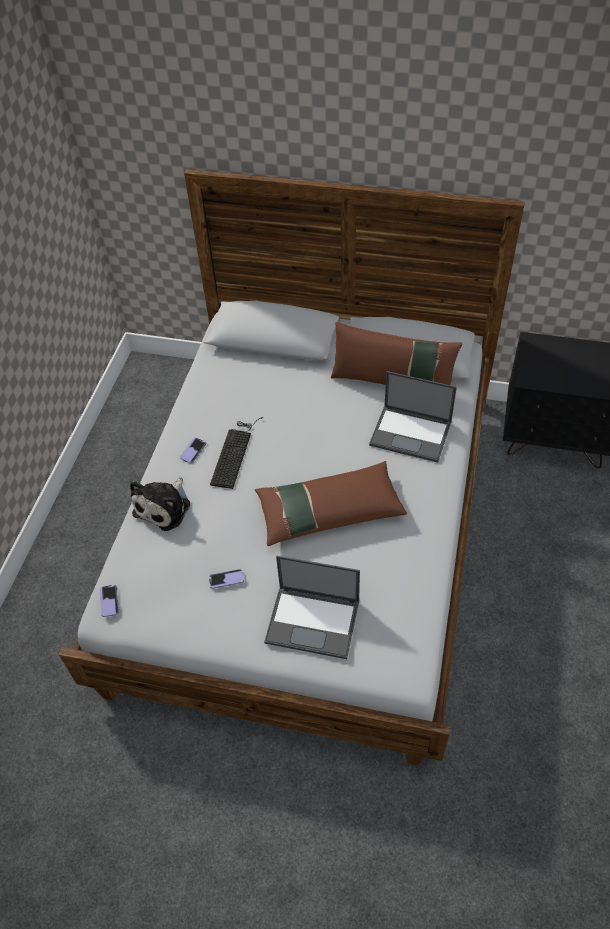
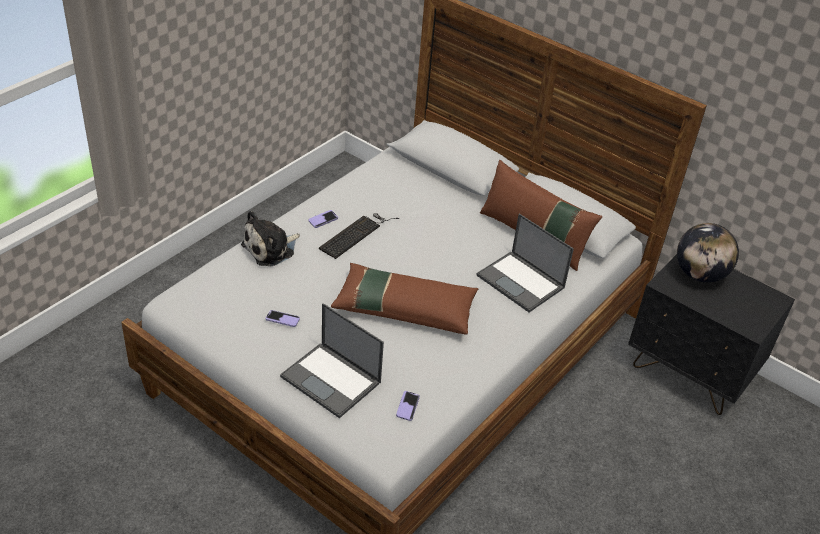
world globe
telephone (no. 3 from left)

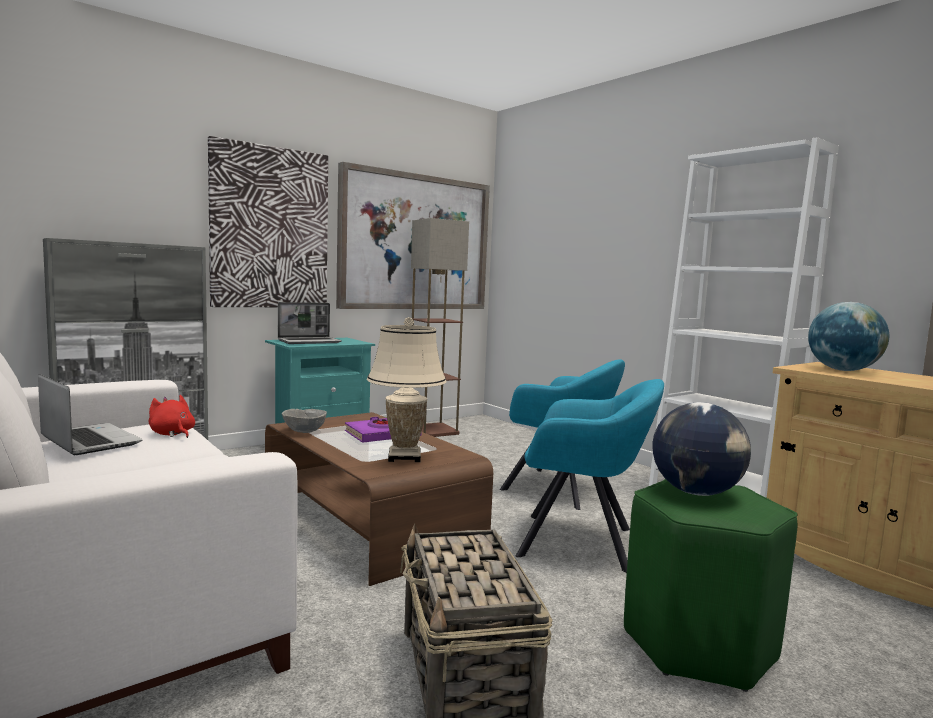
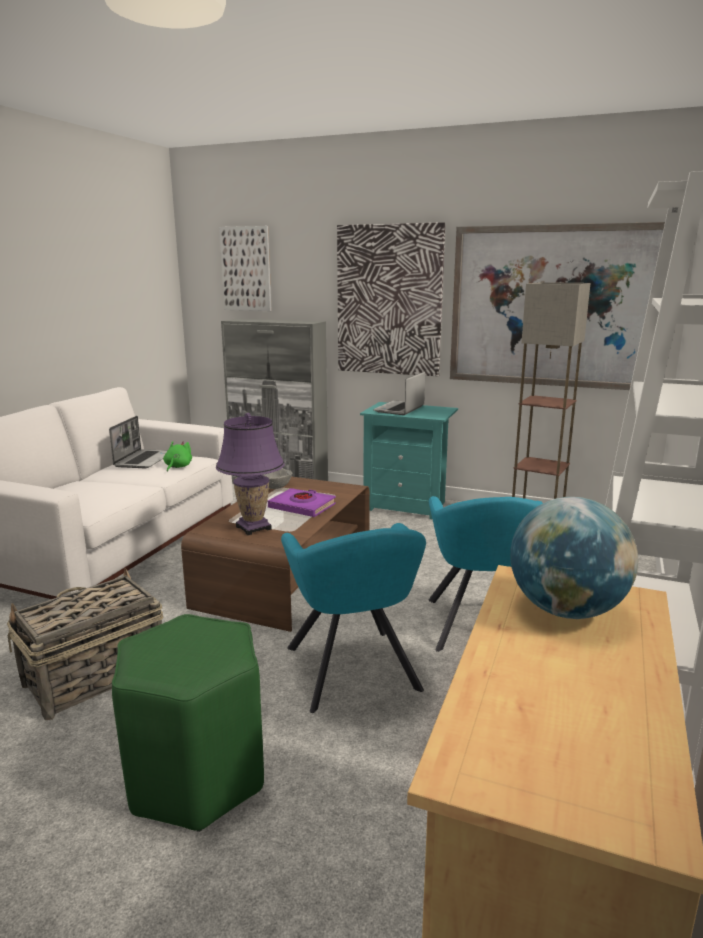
world globe (no. 1 from left in the first image)
wall art (no. 1 from left)
greenish plush toy
purplish tabletop lamp
portable computer (no. 2 from left)

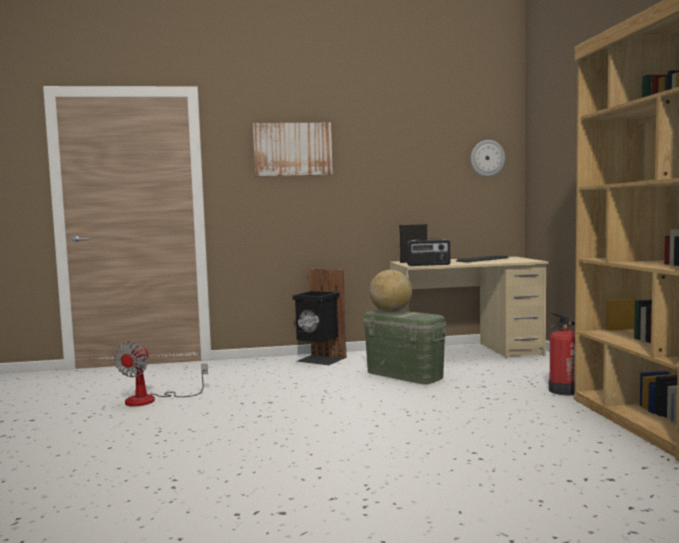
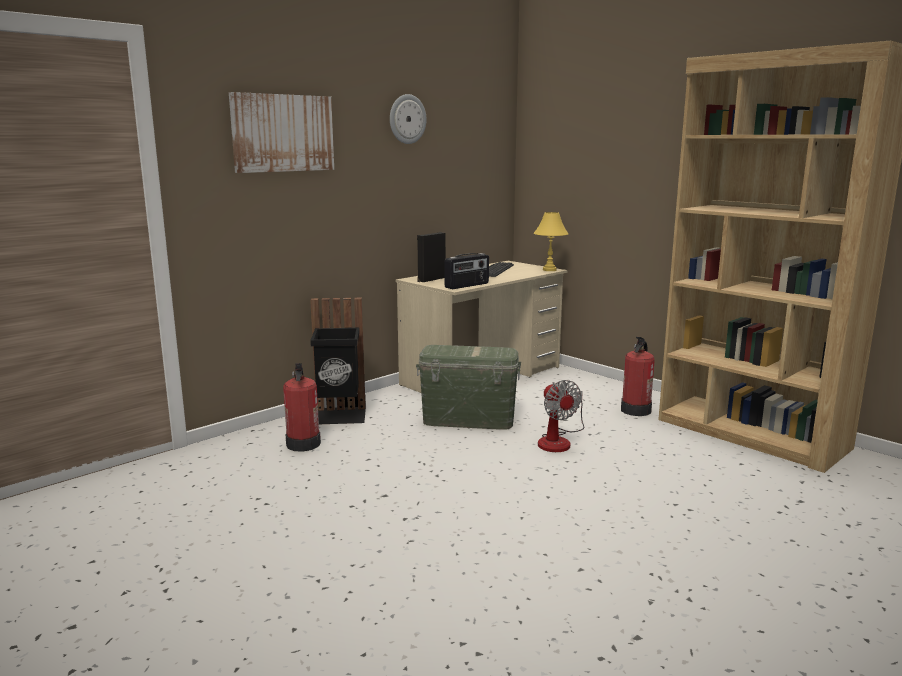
world globe
fire-fighting cylinder (no. 1 from left)
yellow tabletop lamp
fan
wall clock

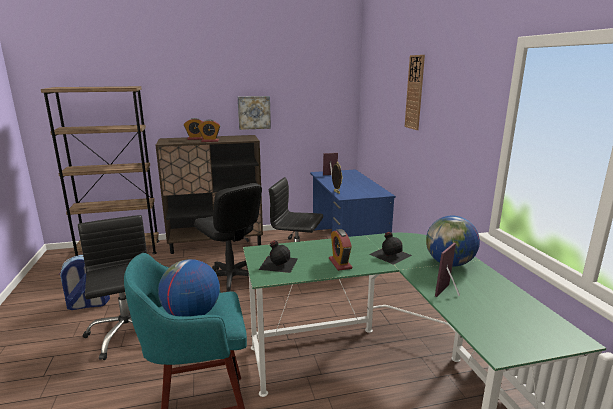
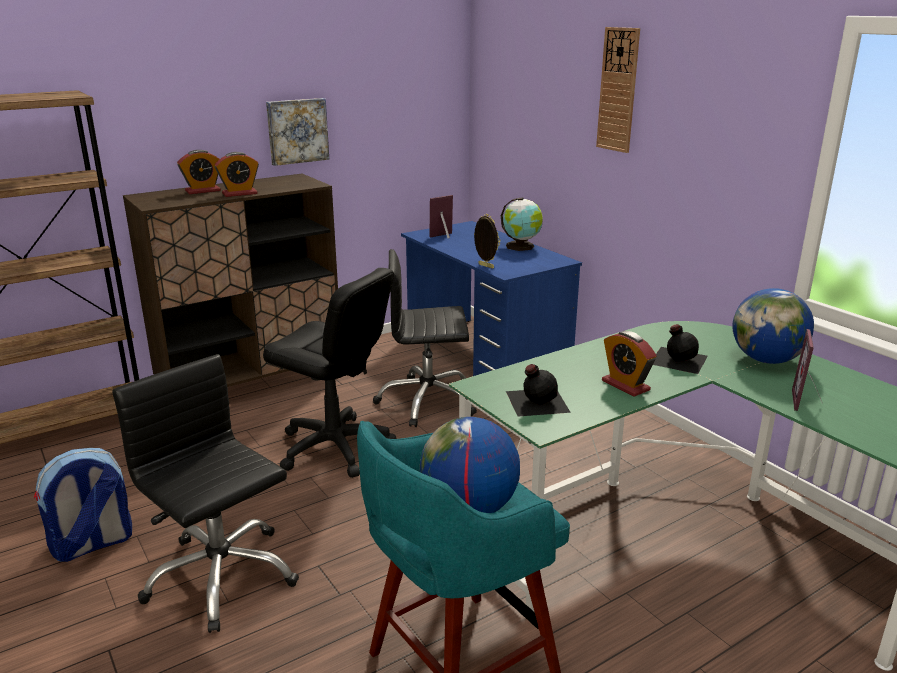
world globe (no. 2 from left)

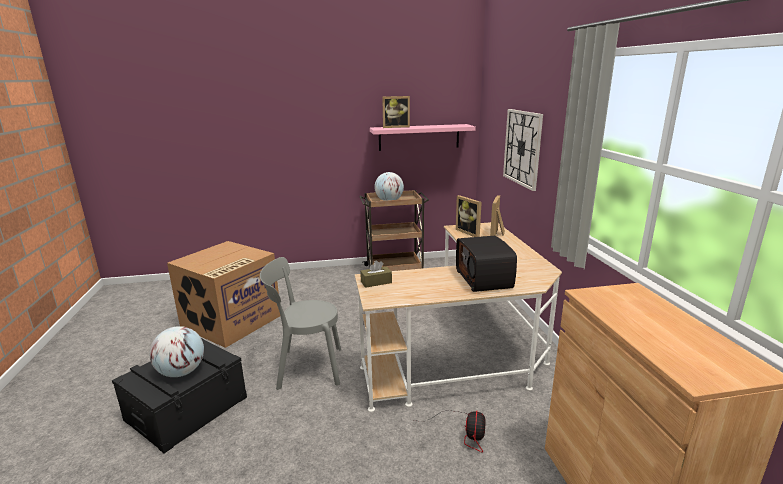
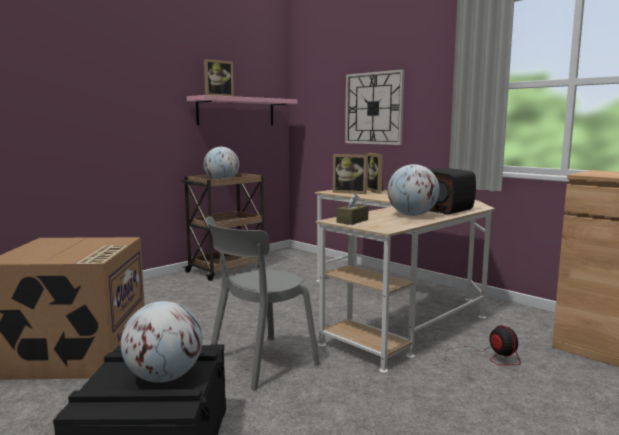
world globe (no. 3 from left)

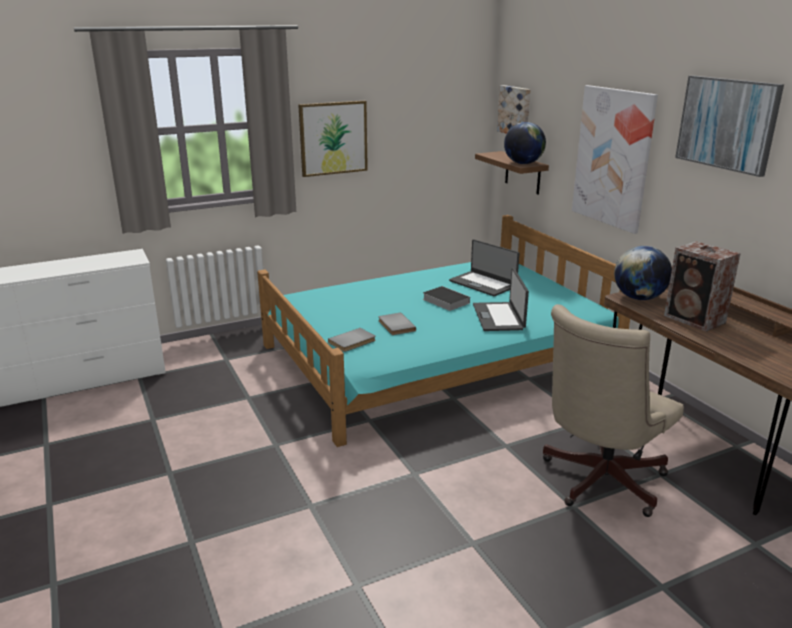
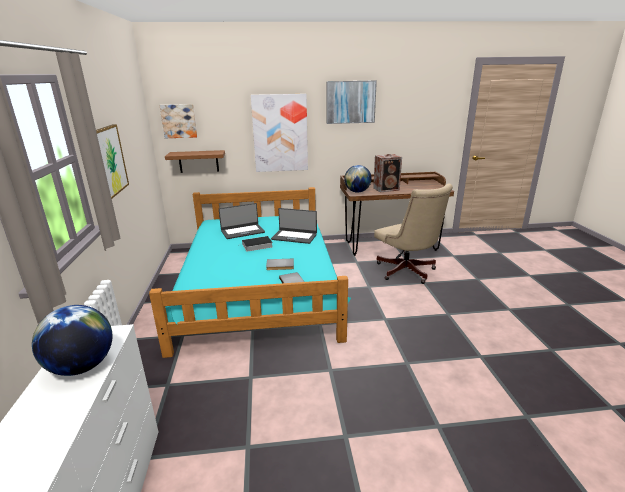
world globe (no. 1 from left)

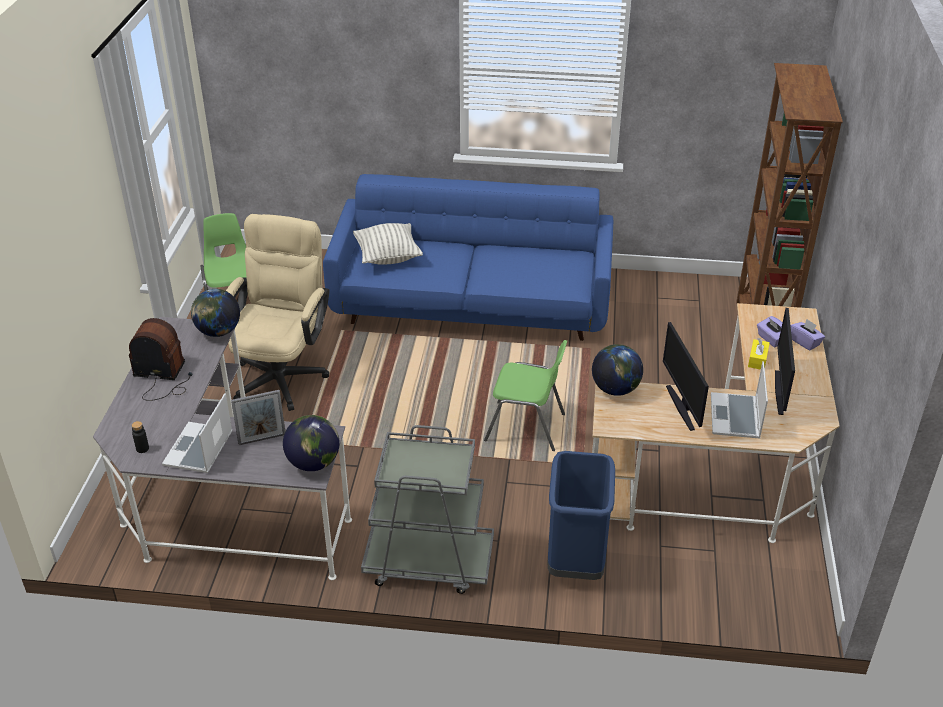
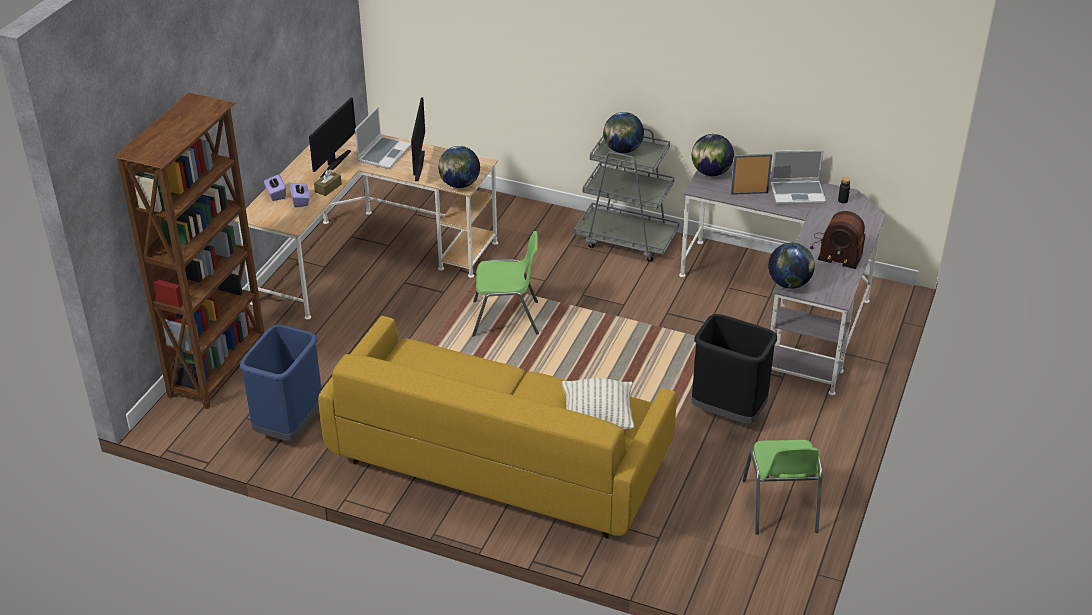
world globe (no. 2 from left)
bluish waste bin
black waste bin
yellow settee
brownish box of tissues
portable computer (no. 2 from left)
greenish upright chair (no. 1 from left)

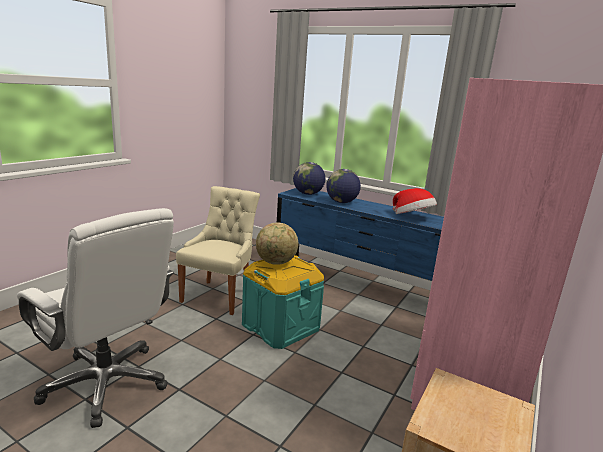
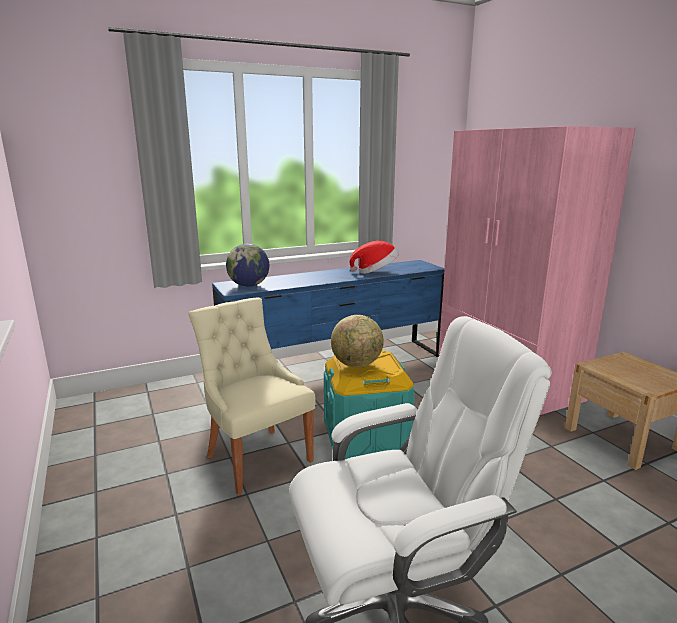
world globe (no. 3 from left in the first image)

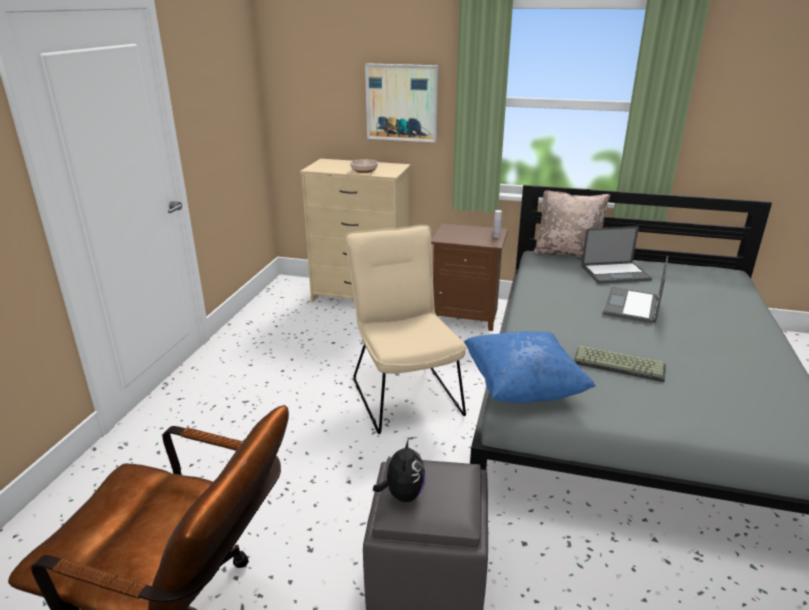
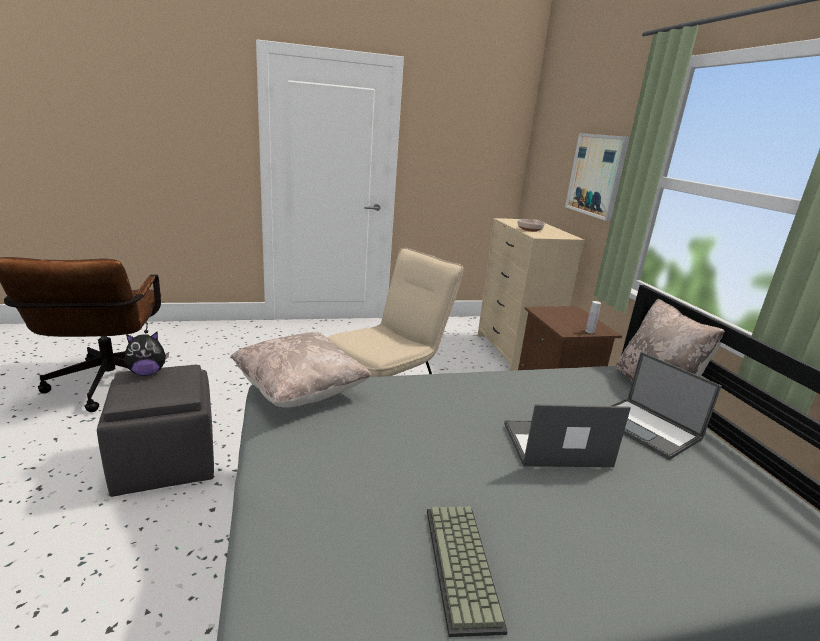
keyboard
beige-coloured pillow (no. 1 from left)

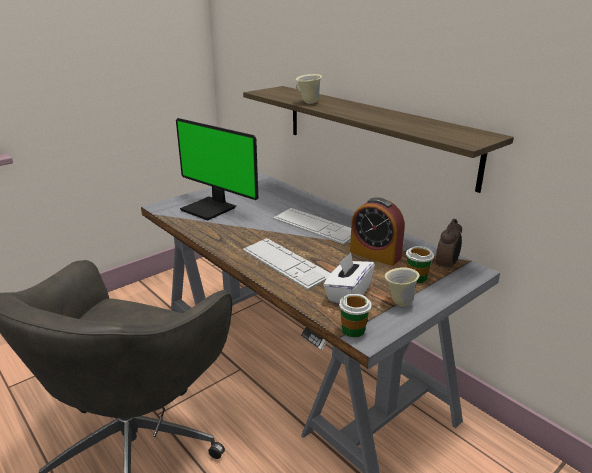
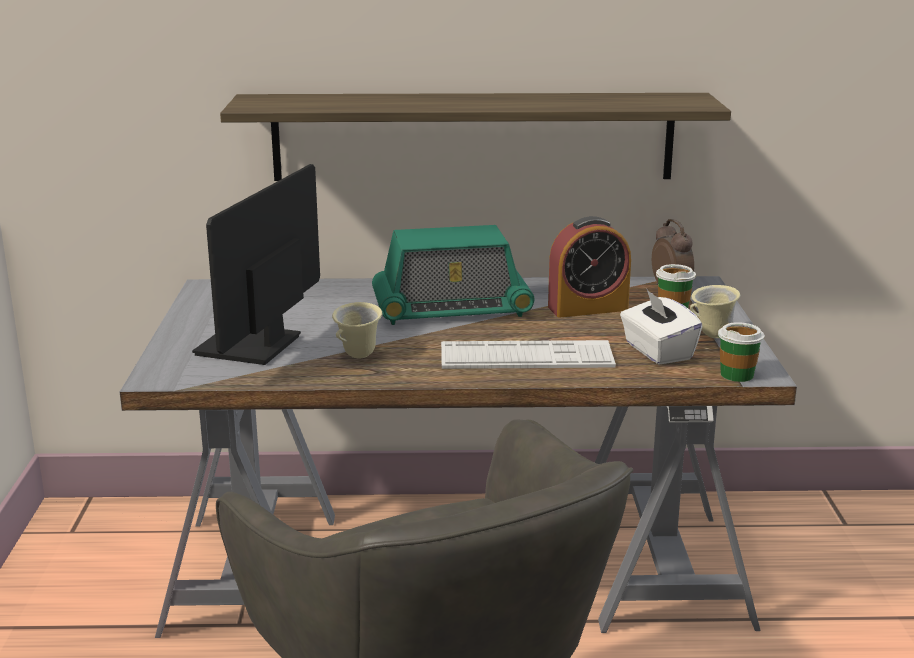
beige-coloured coffee mug (no. 1 from left)
radio set
computer display

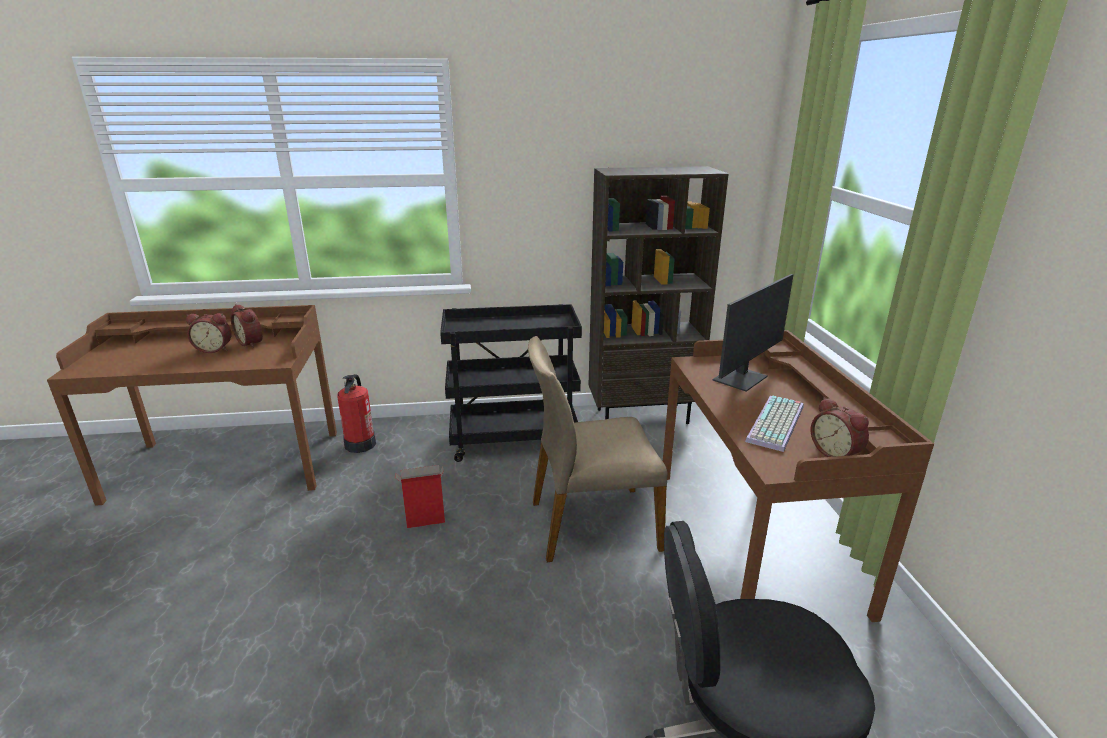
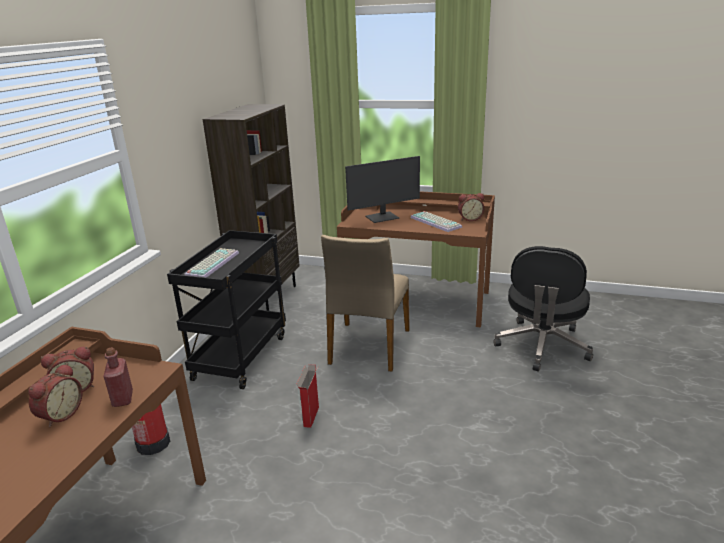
red-coloured bottle
keyboard (no. 1 from left)
computer display

